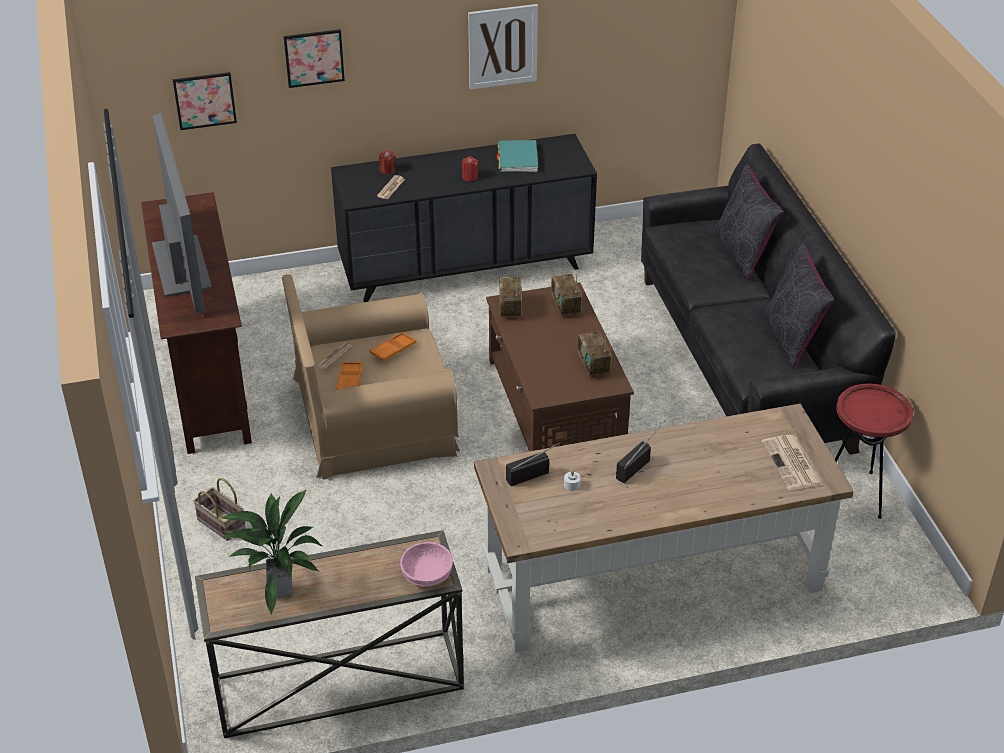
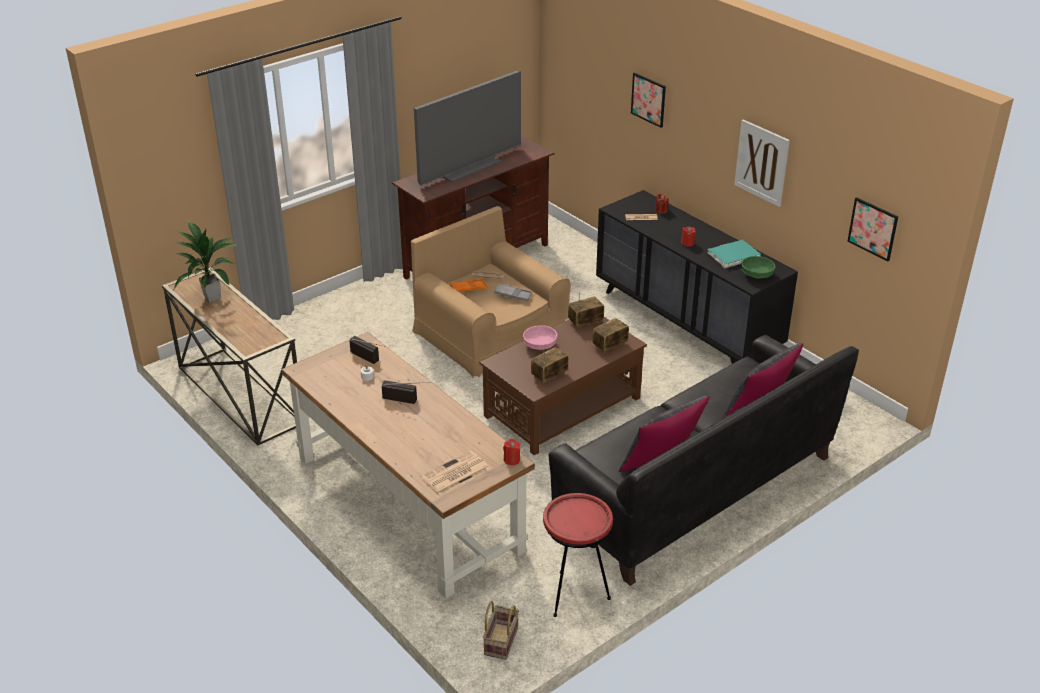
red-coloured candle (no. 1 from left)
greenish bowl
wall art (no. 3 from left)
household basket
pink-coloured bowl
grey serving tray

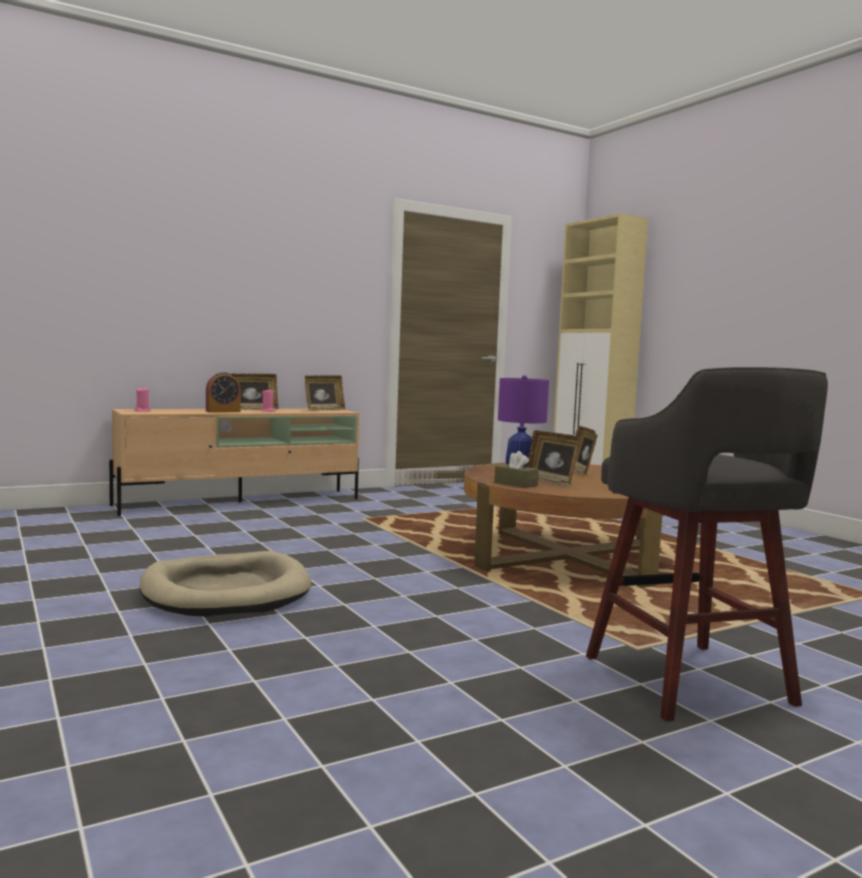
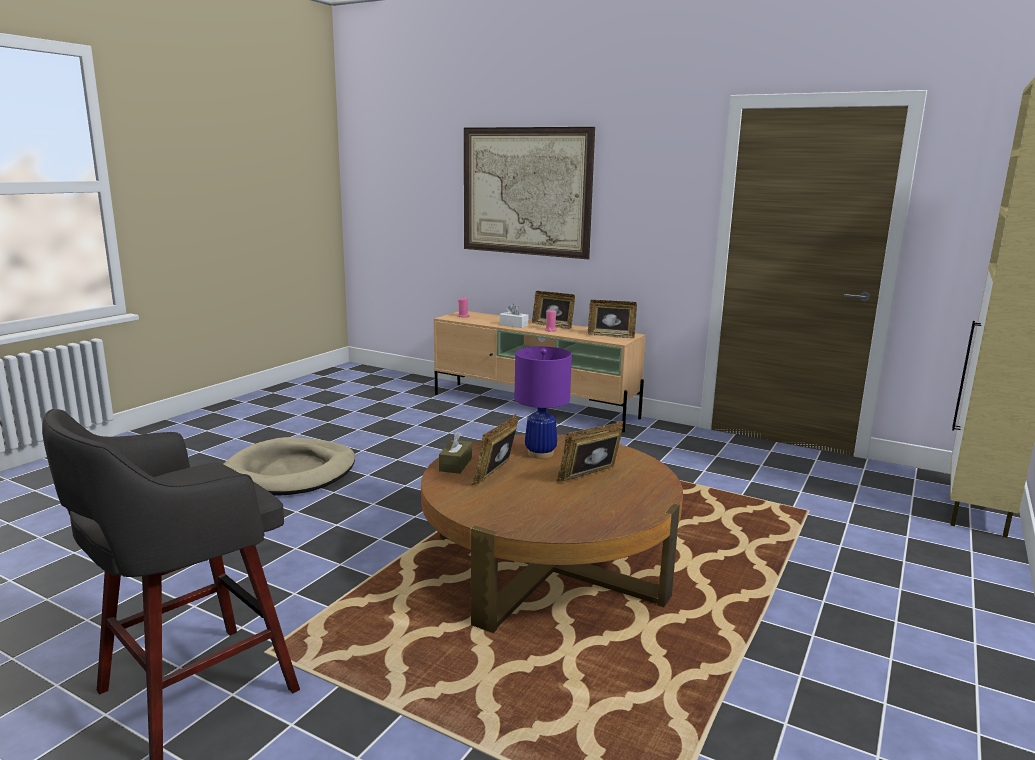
wall art
white box of tissues

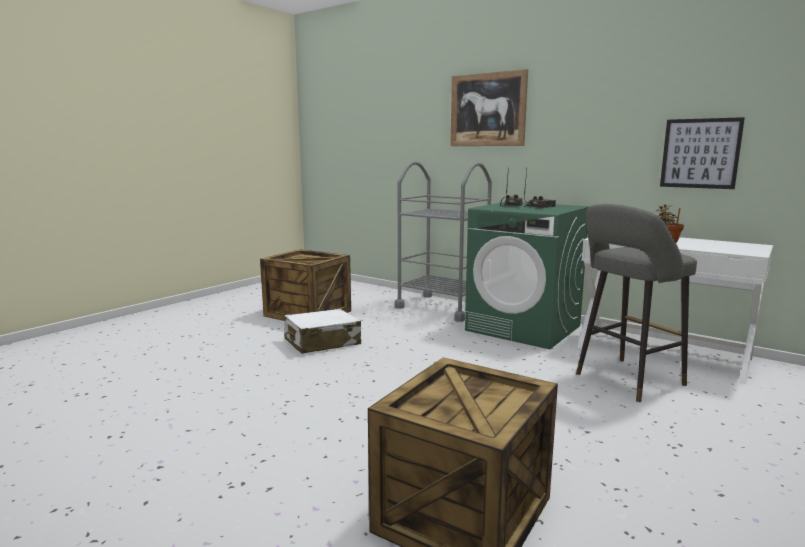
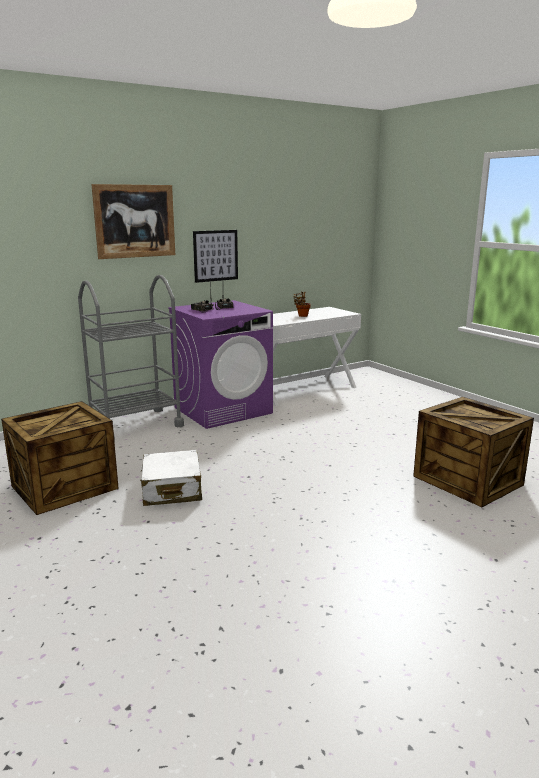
grey sitting stool
wall art (no. 2 from left)
purplish washing machine

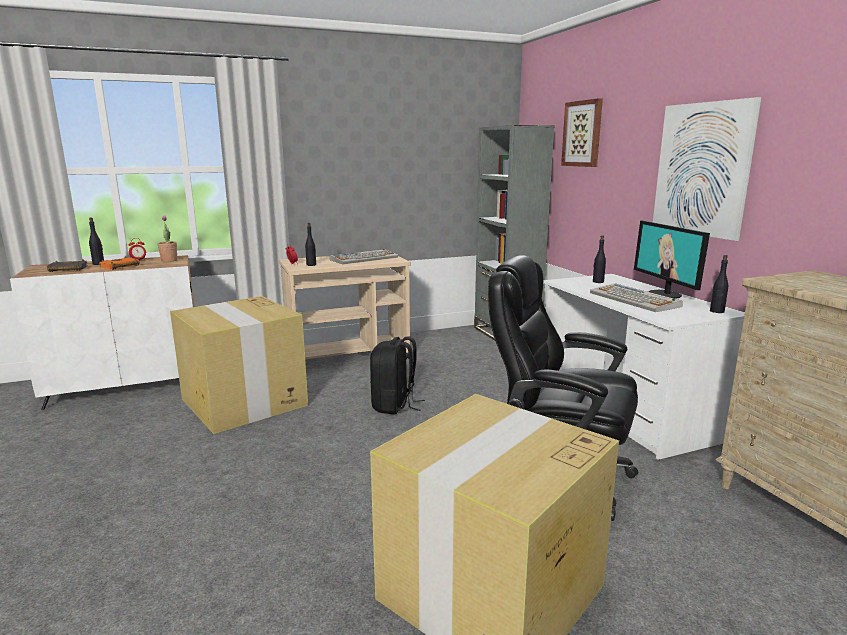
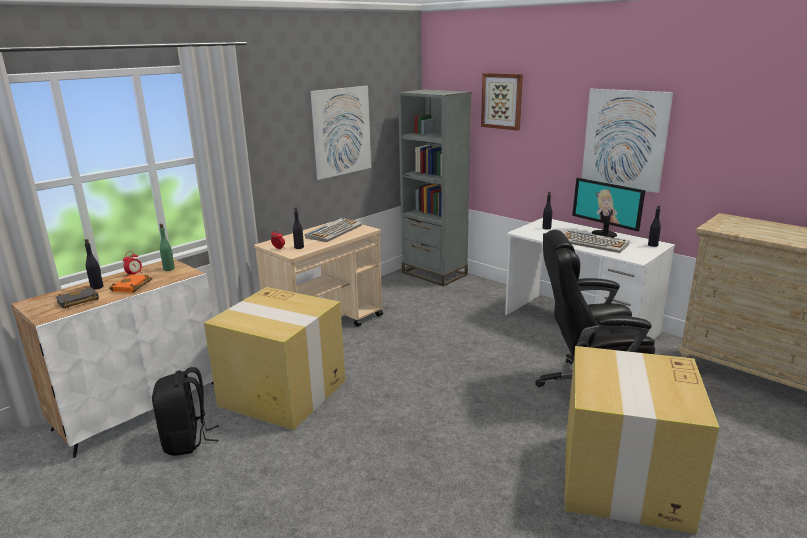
wall art (no. 1 from left)
black backpack
greenish bottle

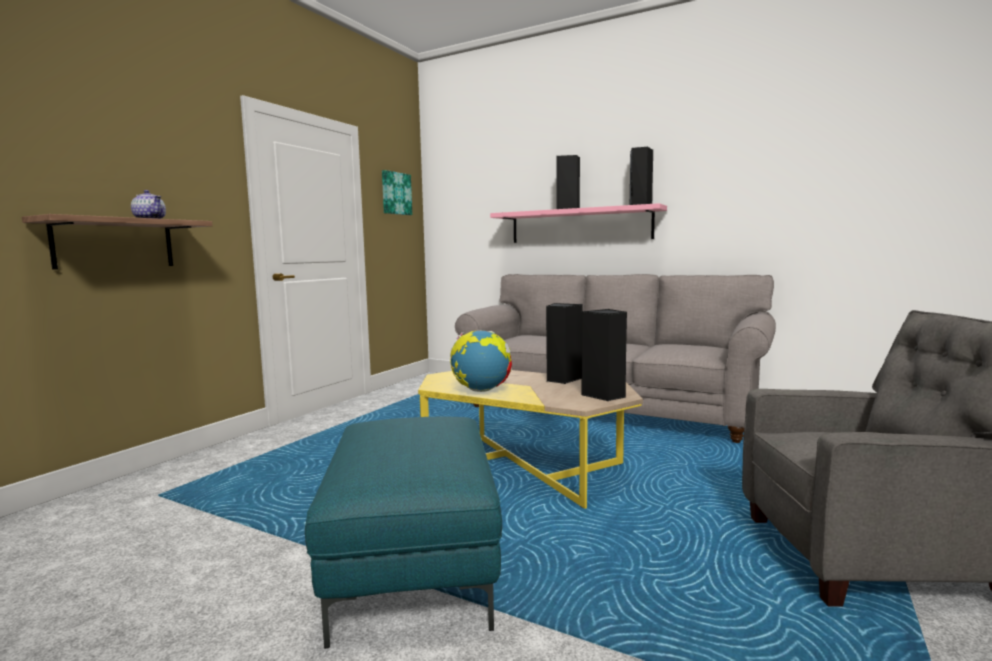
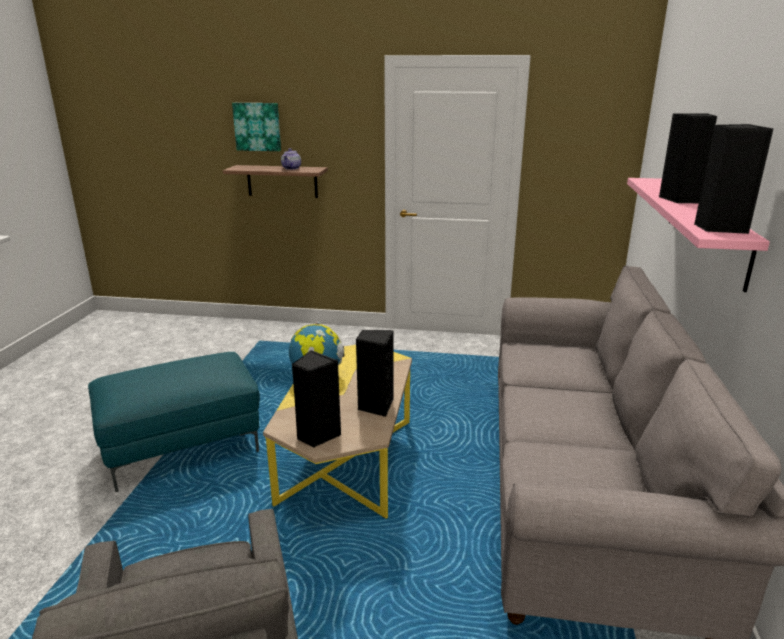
wall art

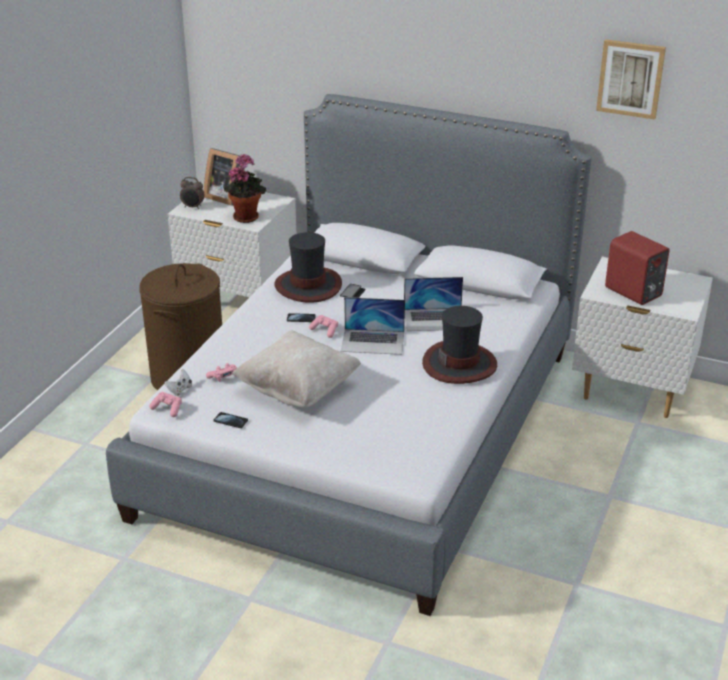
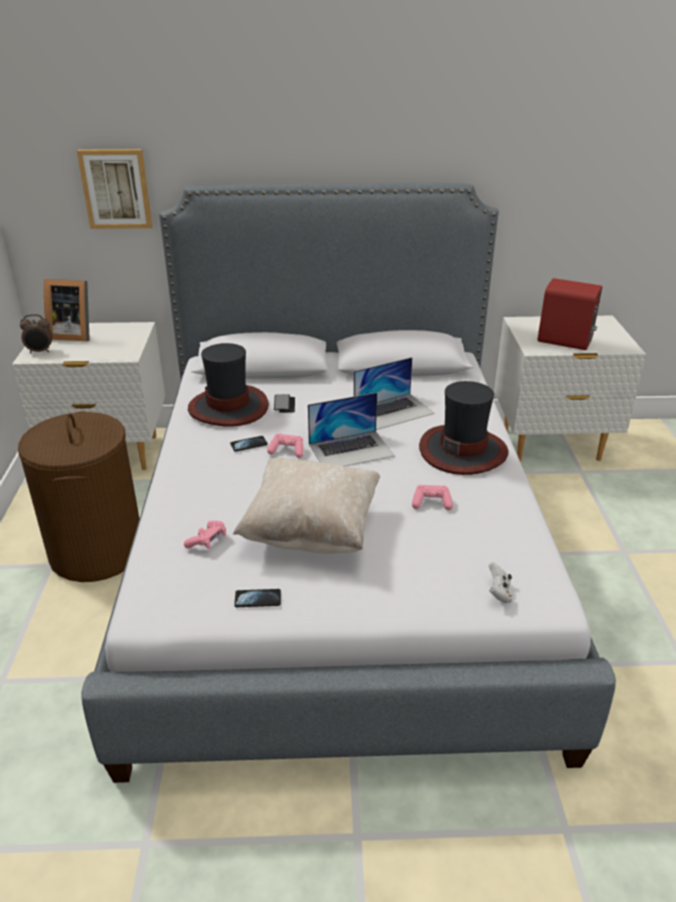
houseplant
pink-coloured game controller (no. 3 from left)
white game controller
wall art

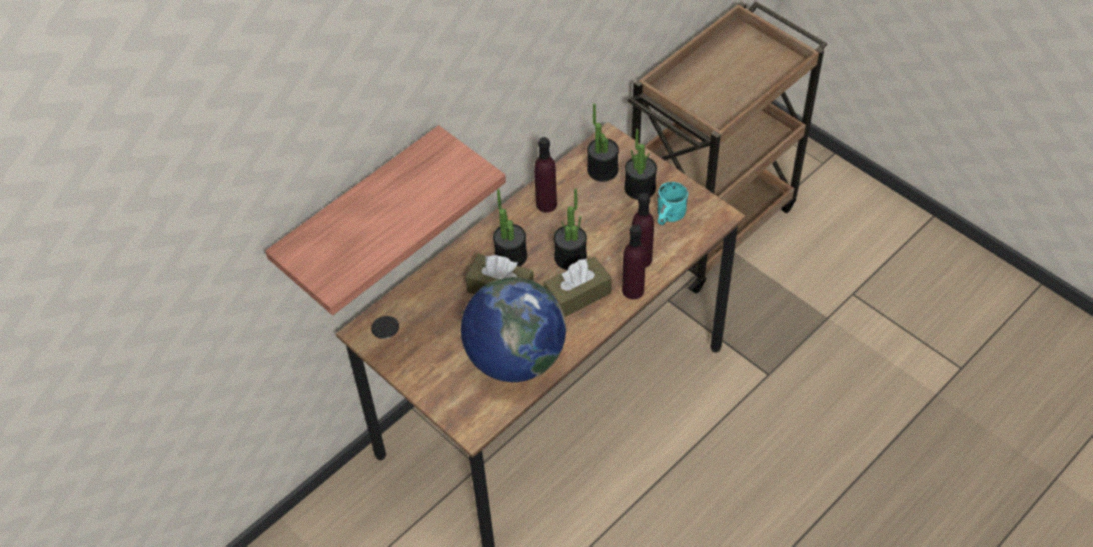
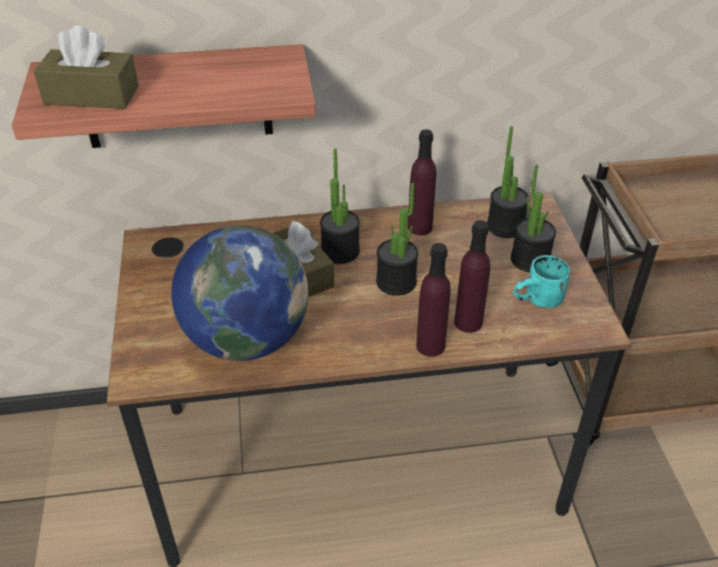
brownish box of tissues (no. 1 from left)

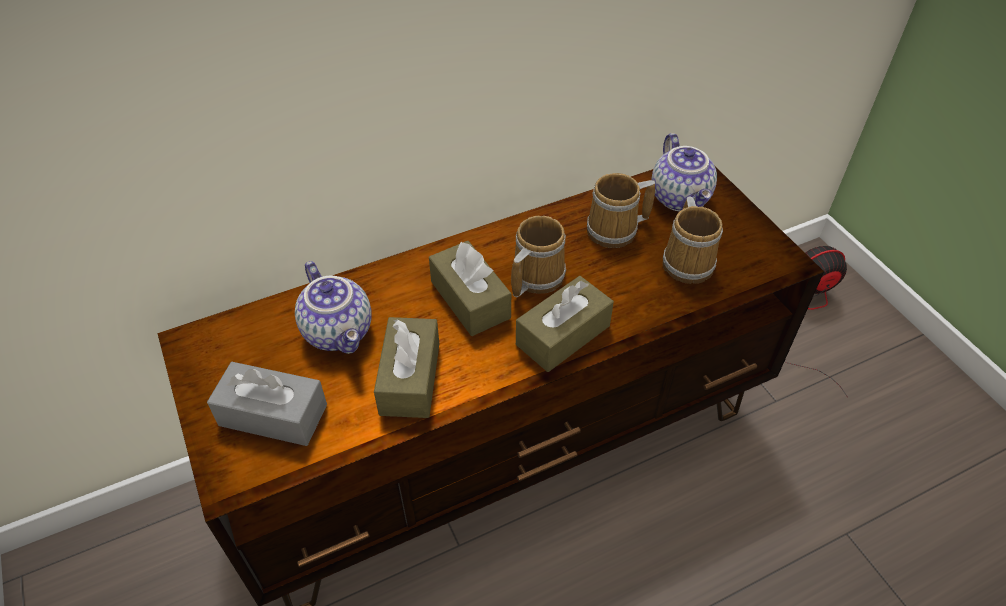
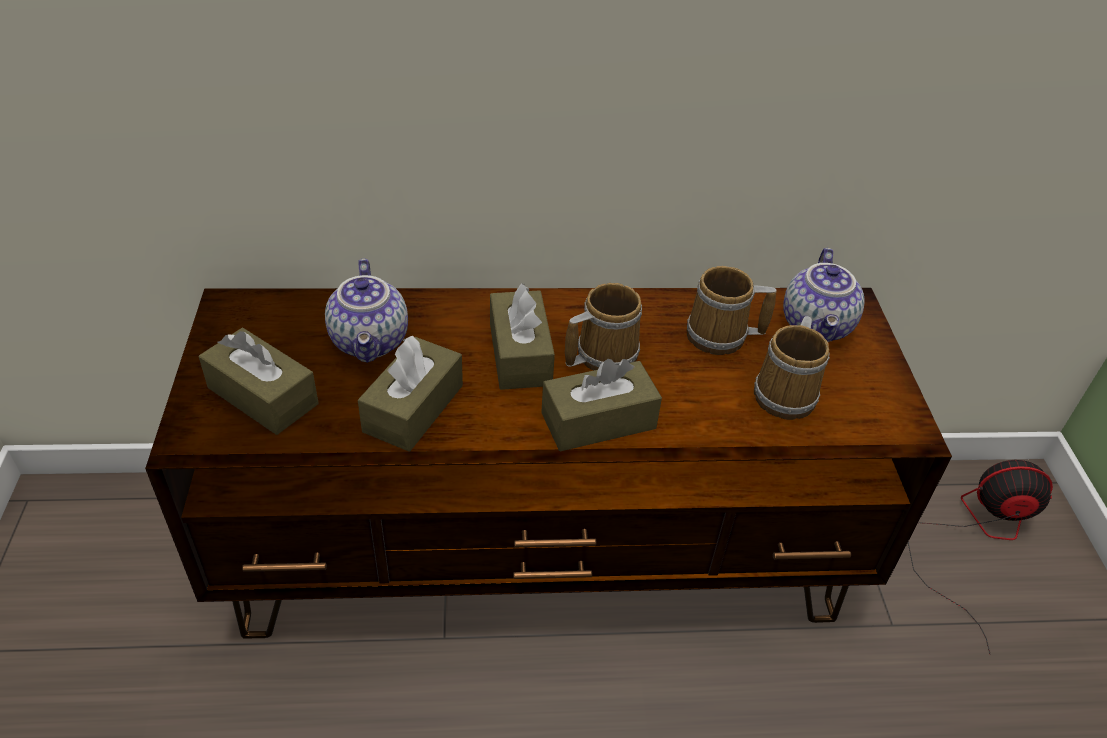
brownish box of tissues (no. 1 from left)

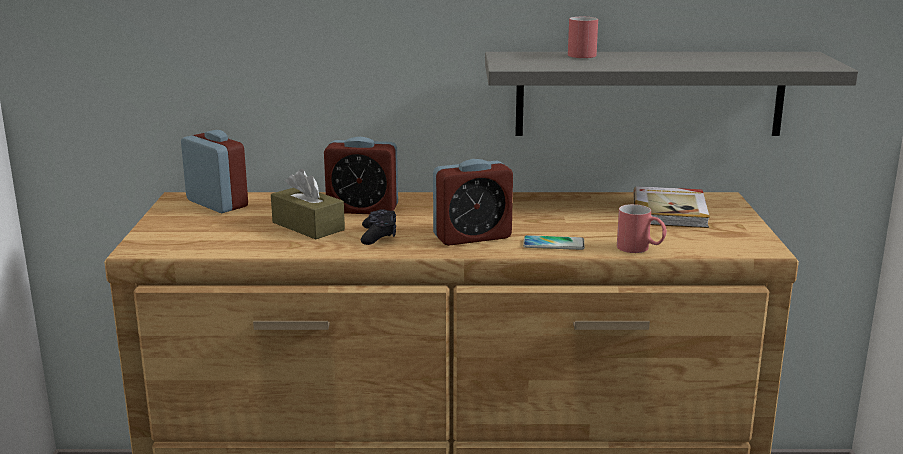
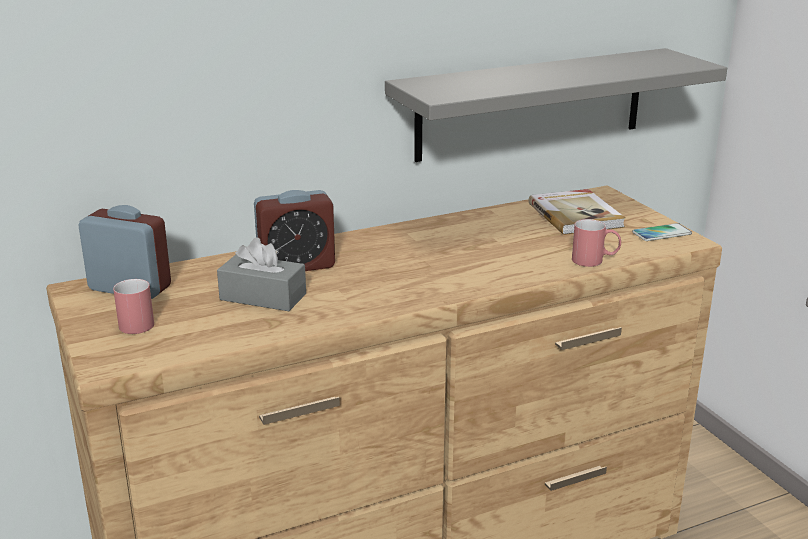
black game controller
table clock (no. 3 from left in the first image)
telephone
red-coloured coffee mug (no. 1 from left)
grey box of tissues

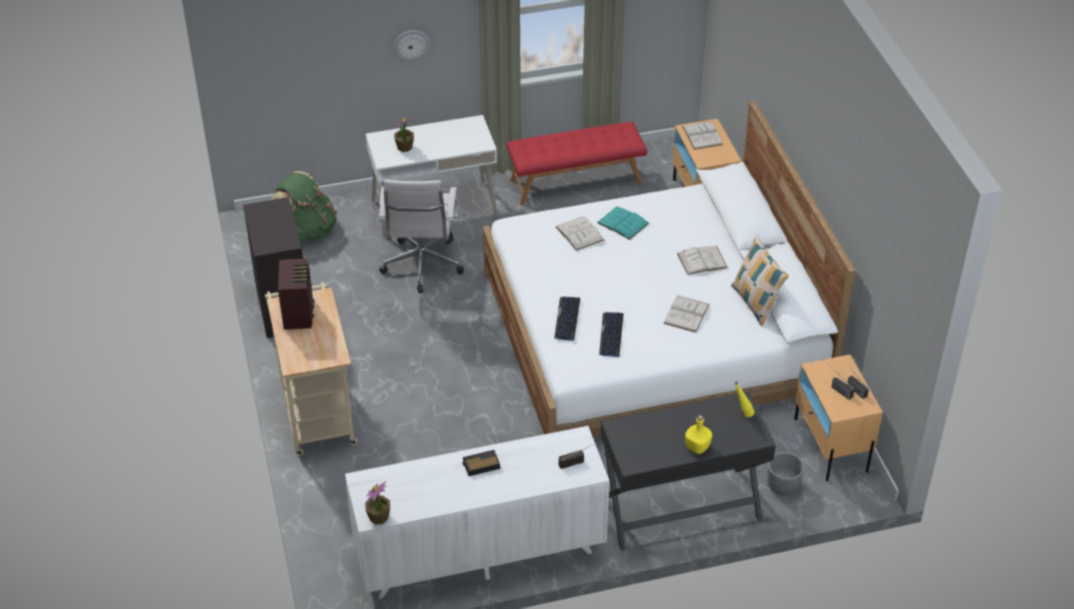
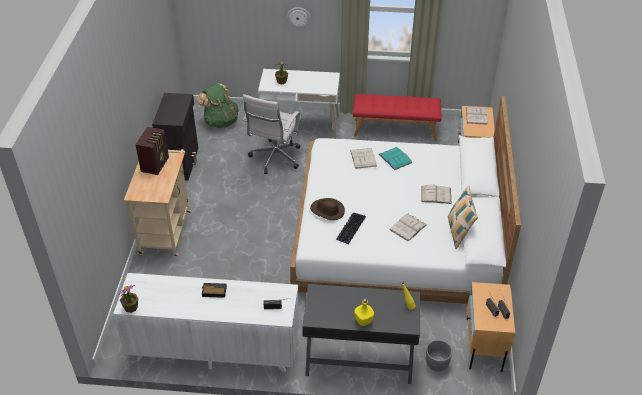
brownish clothing hat

